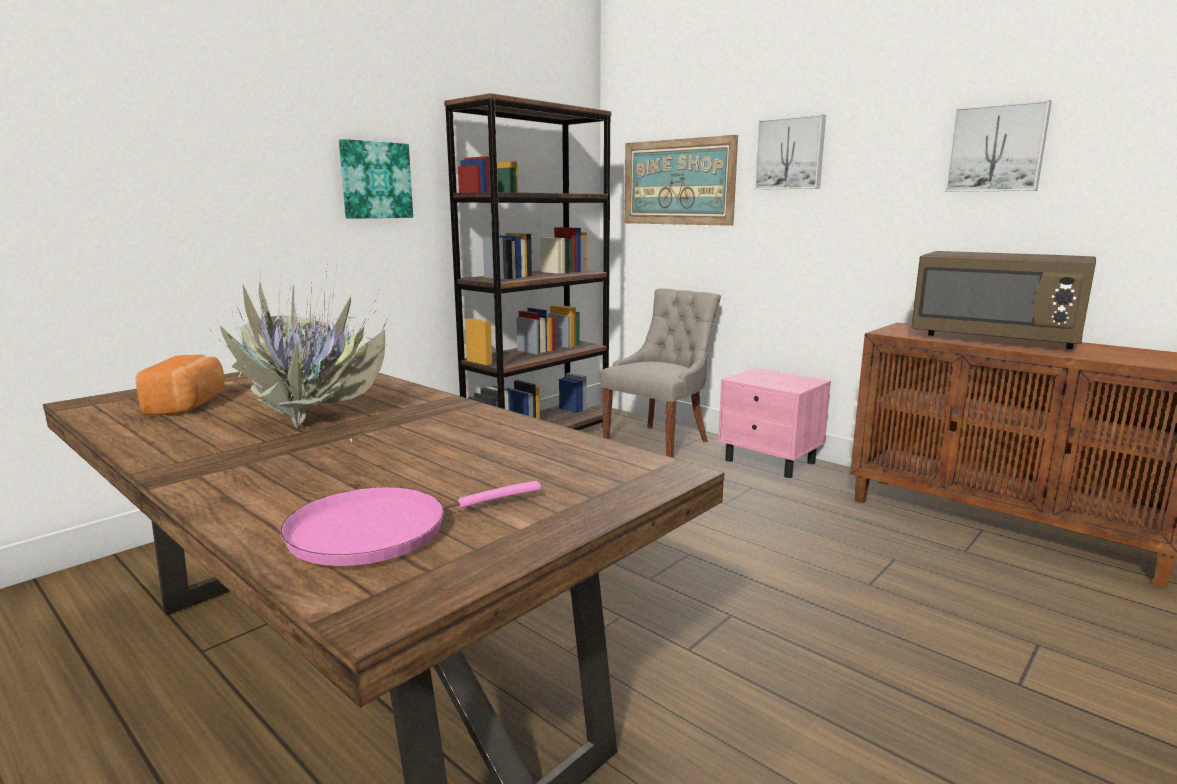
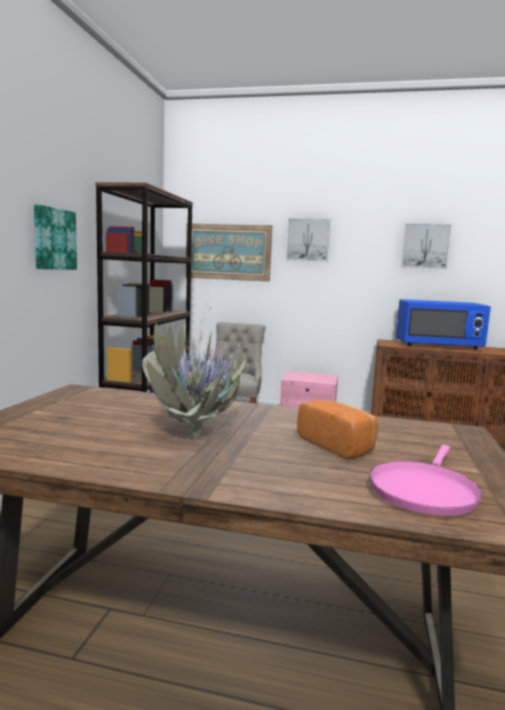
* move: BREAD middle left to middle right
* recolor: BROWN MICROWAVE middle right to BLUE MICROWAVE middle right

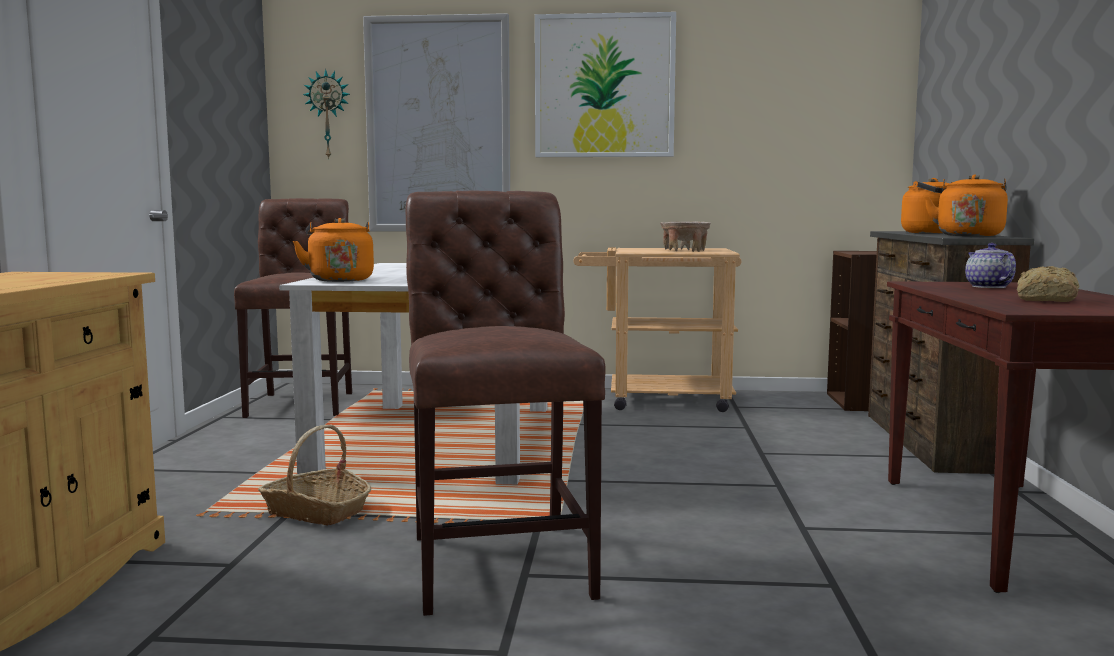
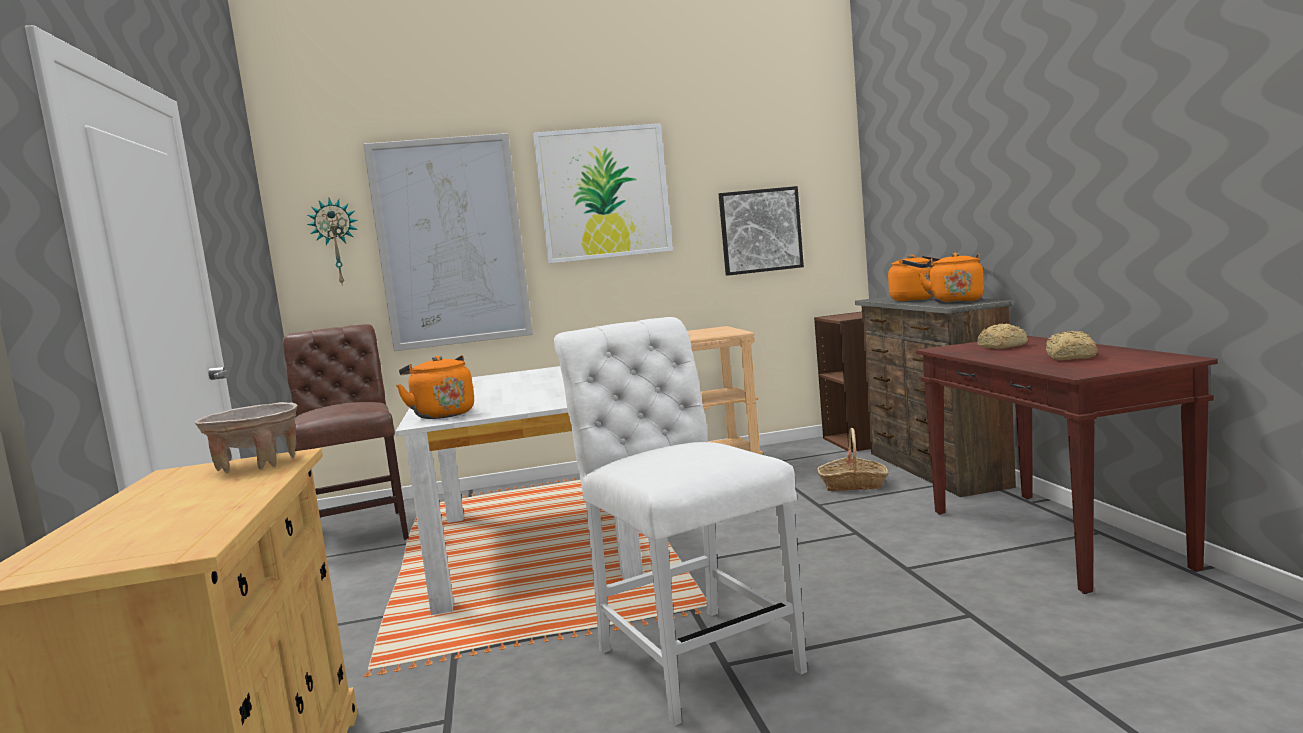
* insert: PICTURE (3rd from left) top centre
* move: BASKET bottom left to centre
* move: BEIGE BOWL centre to middle left
* replace: TEAPOT middle right to BREAD (1st from left) middle right
* recolor: BROWN CHAIR (2nd from left) centre to WHITE CHAIR bottom centre

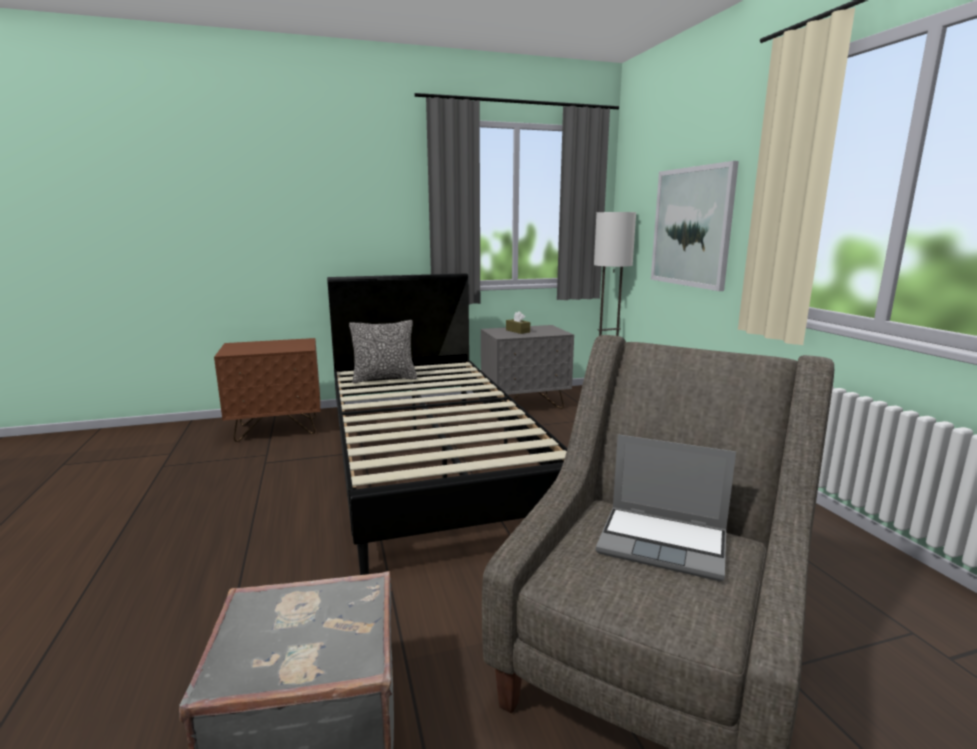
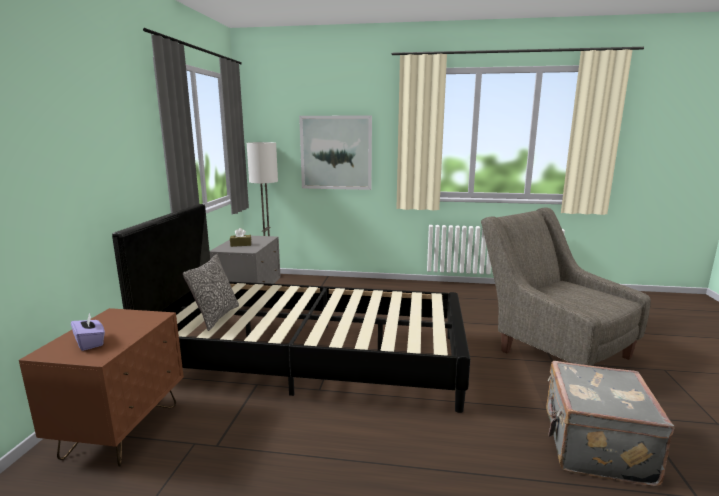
* delete: LAPTOP bottom right
* insert: PURPLE TISSUE BOX bottom left

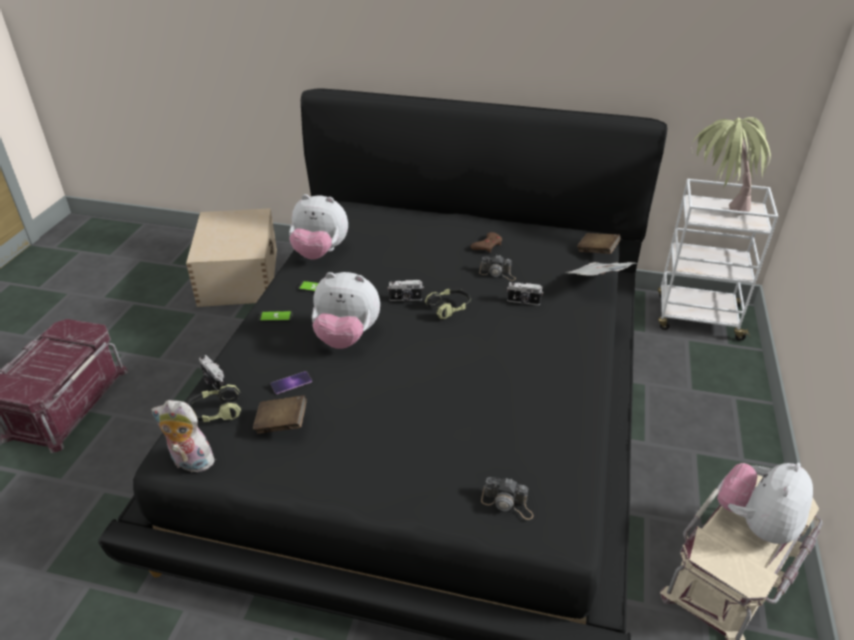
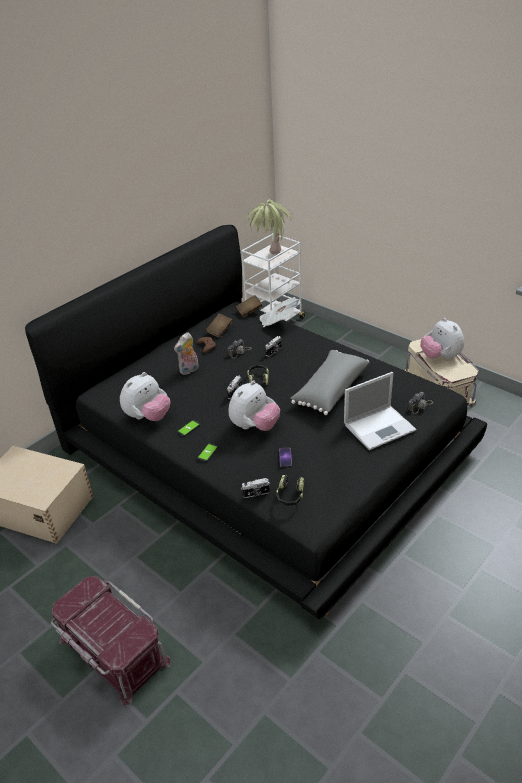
* insert: GREY PILLOW centre
* insert: LAPTOP middle right
* move: PLUSH TOY (1st from left in the first image) bottom left to PLUSH TOY (2nd from left) centre
* move: BROWN BOOK (1st from left) middle left to centre

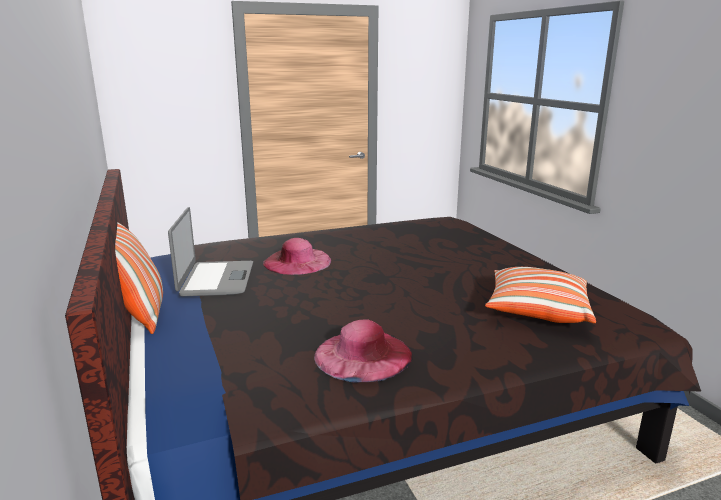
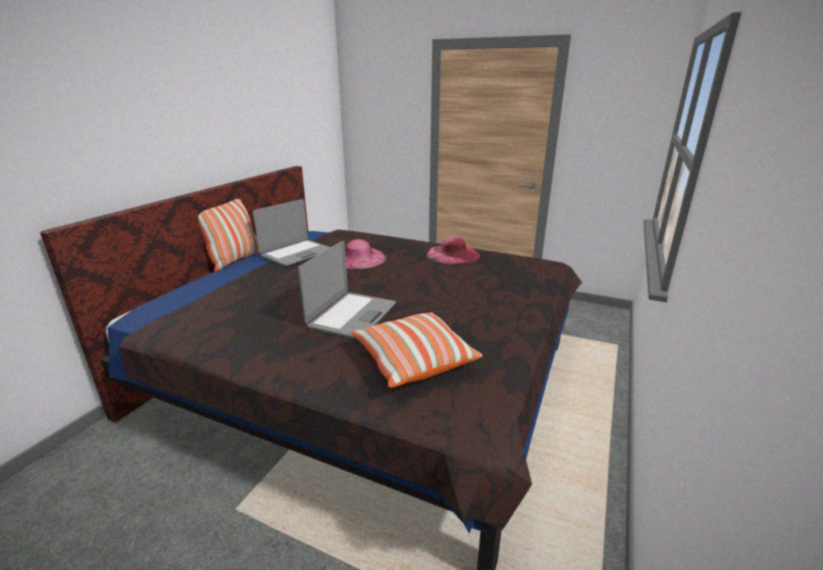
* insert: LAPTOP (2nd from left) centre
* move: PINK HAT (2nd from left) bottom centre to centre

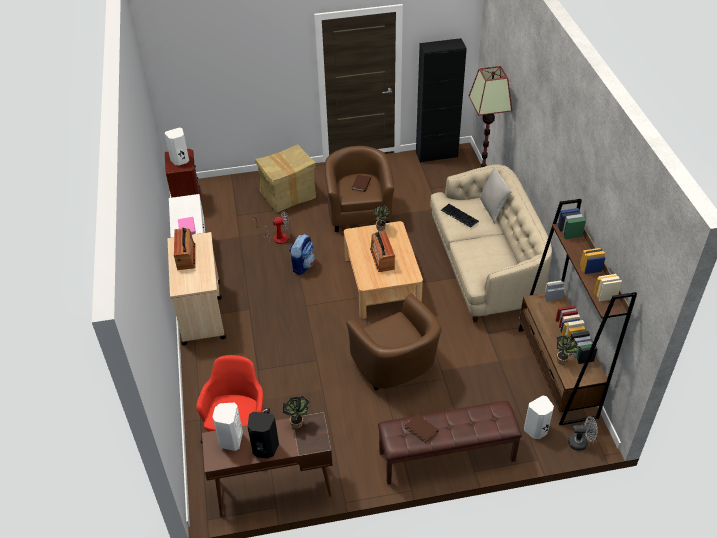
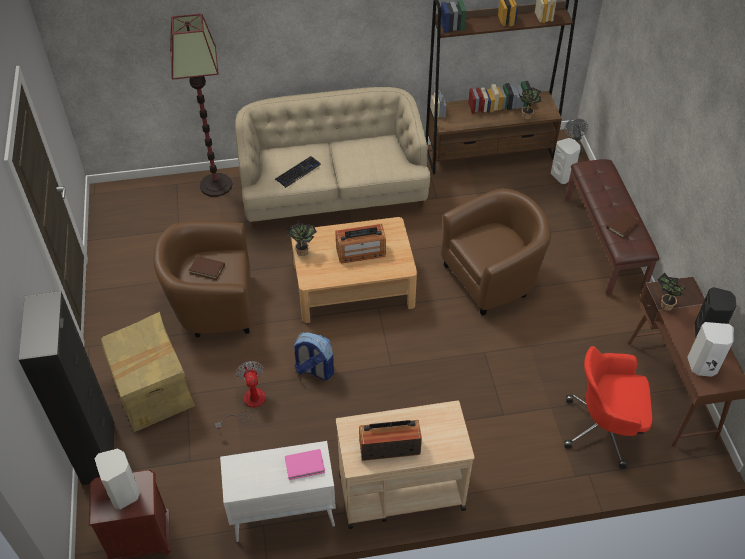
* delete: GREY PILLOW middle right
* move: BLACK CABINET top centre to bottom left

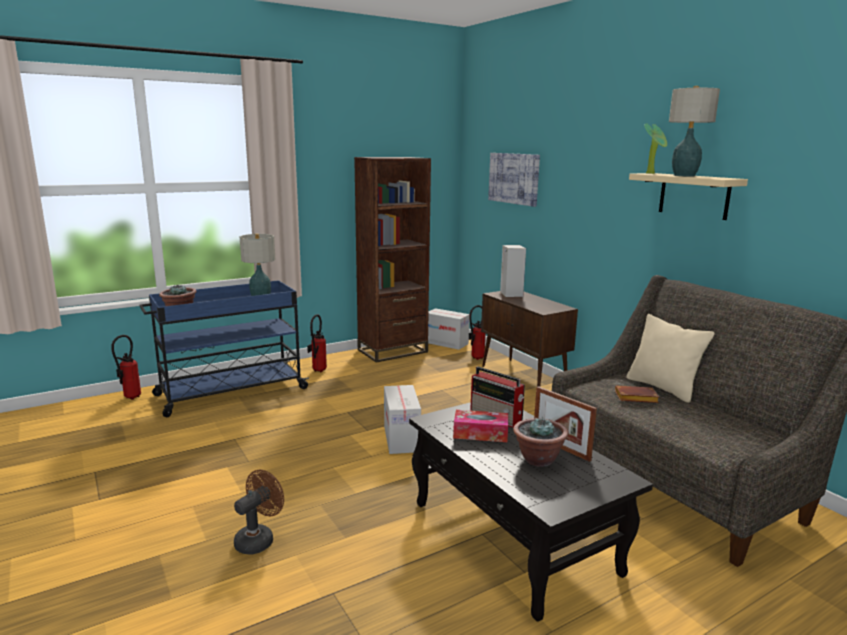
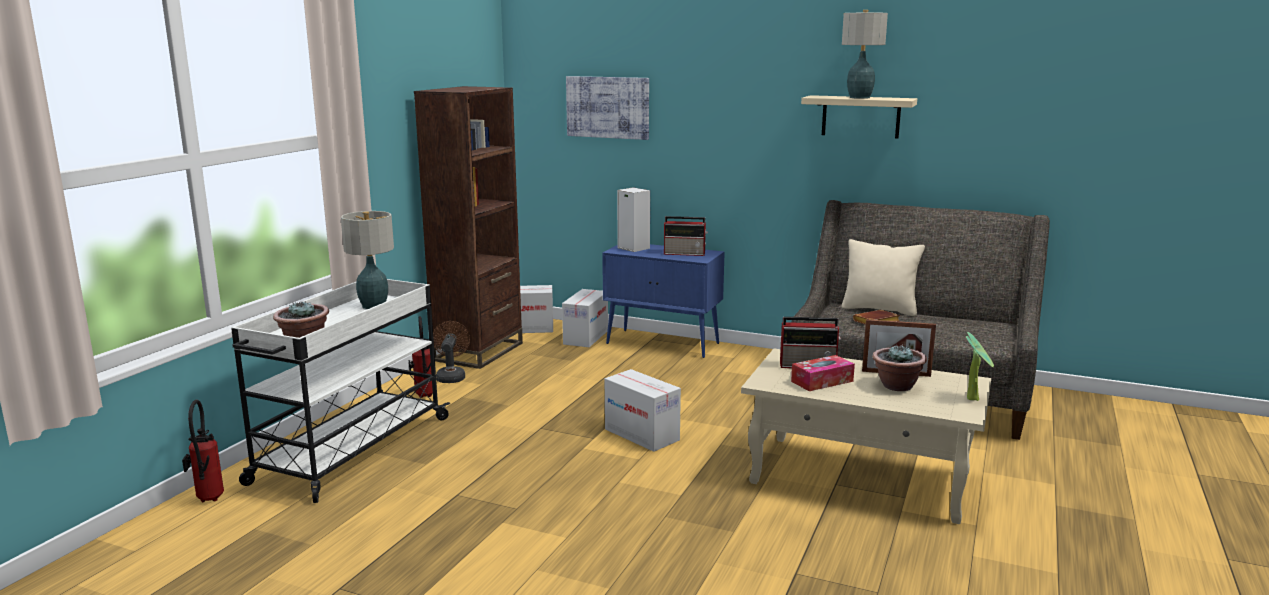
* insert: RADIO (1st from left) centre
* move: BROWN FAN bottom left to centre
* move: POTTED PLANT (3rd from left) top right to middle right
* replace: FIRE EXTINGUISHER (3rd from left) centre to CARDBOARD BOX (2nd from left) centre
* recolor: BLUE CART middle left to WHITE CART middle left
* recolor: BLACK COFFEE TABLE bottom centre to BEIGE COFFEE TABLE bottom right
* recolor: BROWN CABINET centre to BLUE CABINET centre

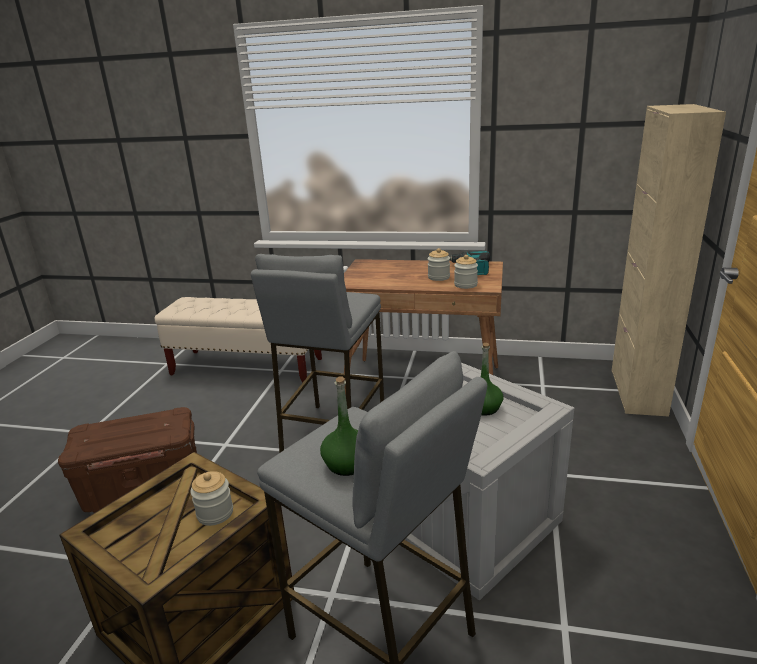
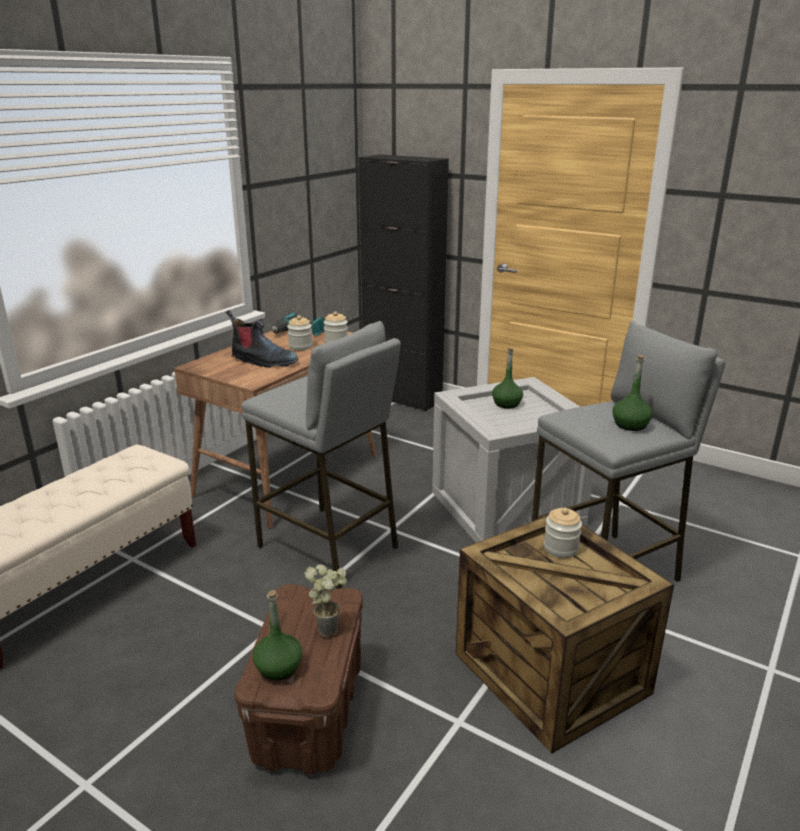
* insert: BOOT middle left
* insert: GREEN BOTTLE (1st from left) bottom centre
* insert: POTTED PLANT bottom centre
* recolor: BEIGE CABINET middle right to BLACK CABINET centre

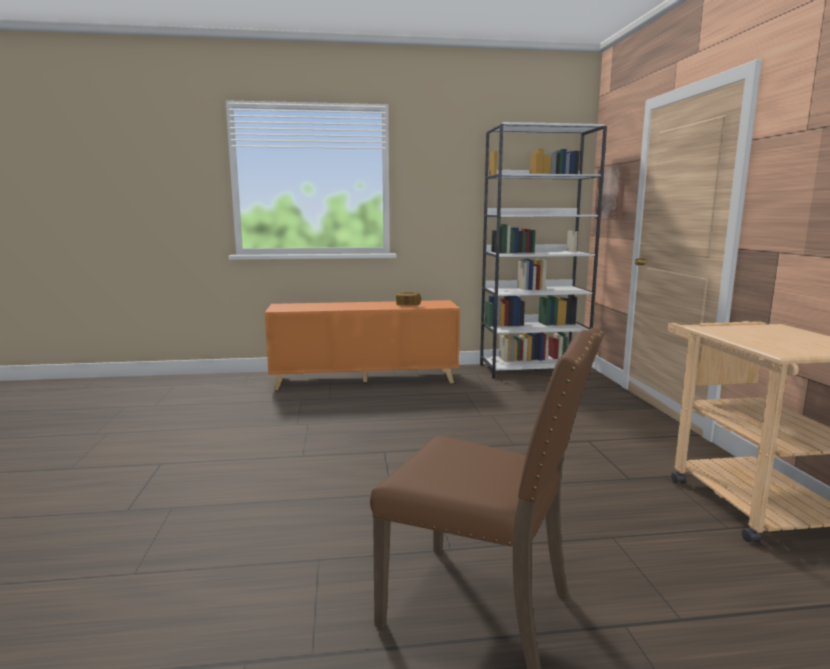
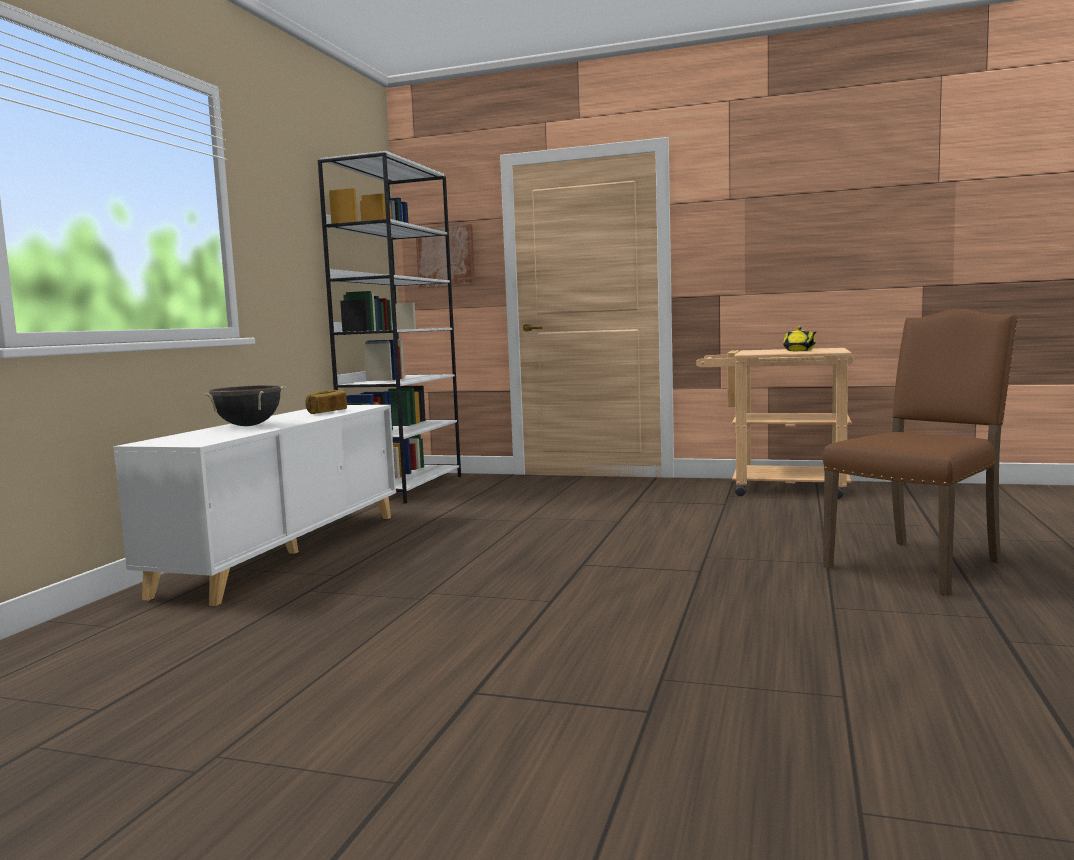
* insert: BLACK COOKING POT middle left
* insert: YELLOW TEAPOT middle right
* recolor: ORANGE CABINET centre to WHITE CABINET middle left

